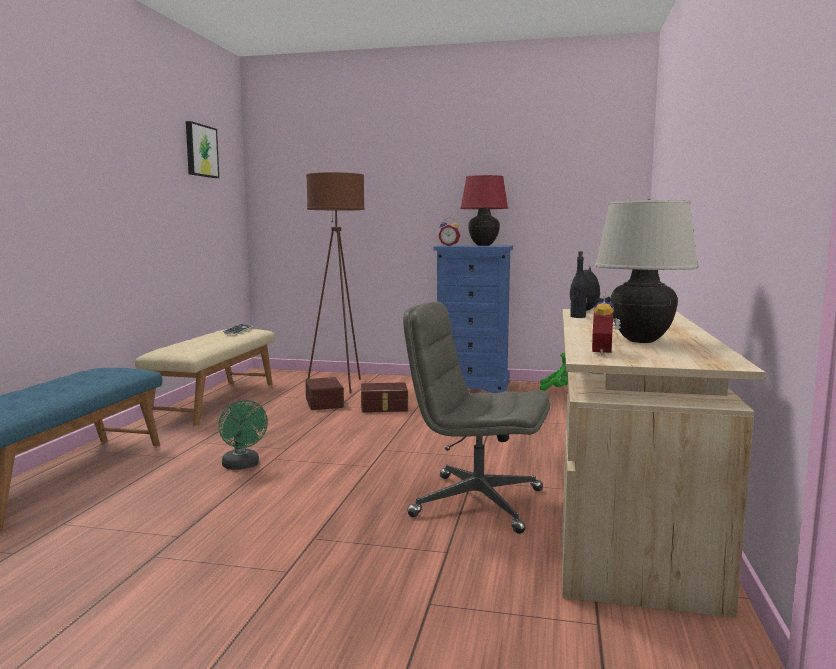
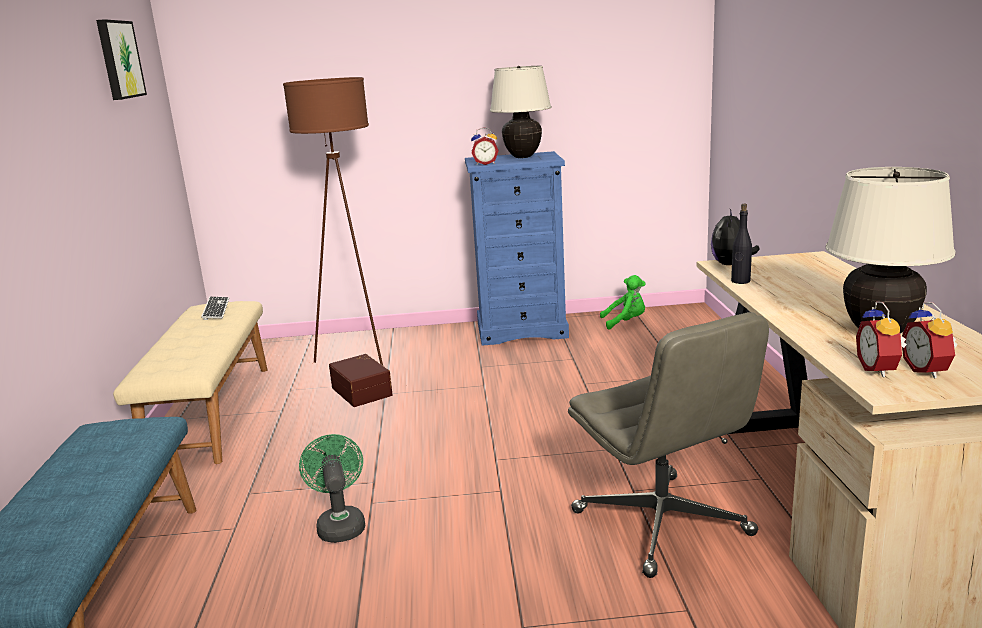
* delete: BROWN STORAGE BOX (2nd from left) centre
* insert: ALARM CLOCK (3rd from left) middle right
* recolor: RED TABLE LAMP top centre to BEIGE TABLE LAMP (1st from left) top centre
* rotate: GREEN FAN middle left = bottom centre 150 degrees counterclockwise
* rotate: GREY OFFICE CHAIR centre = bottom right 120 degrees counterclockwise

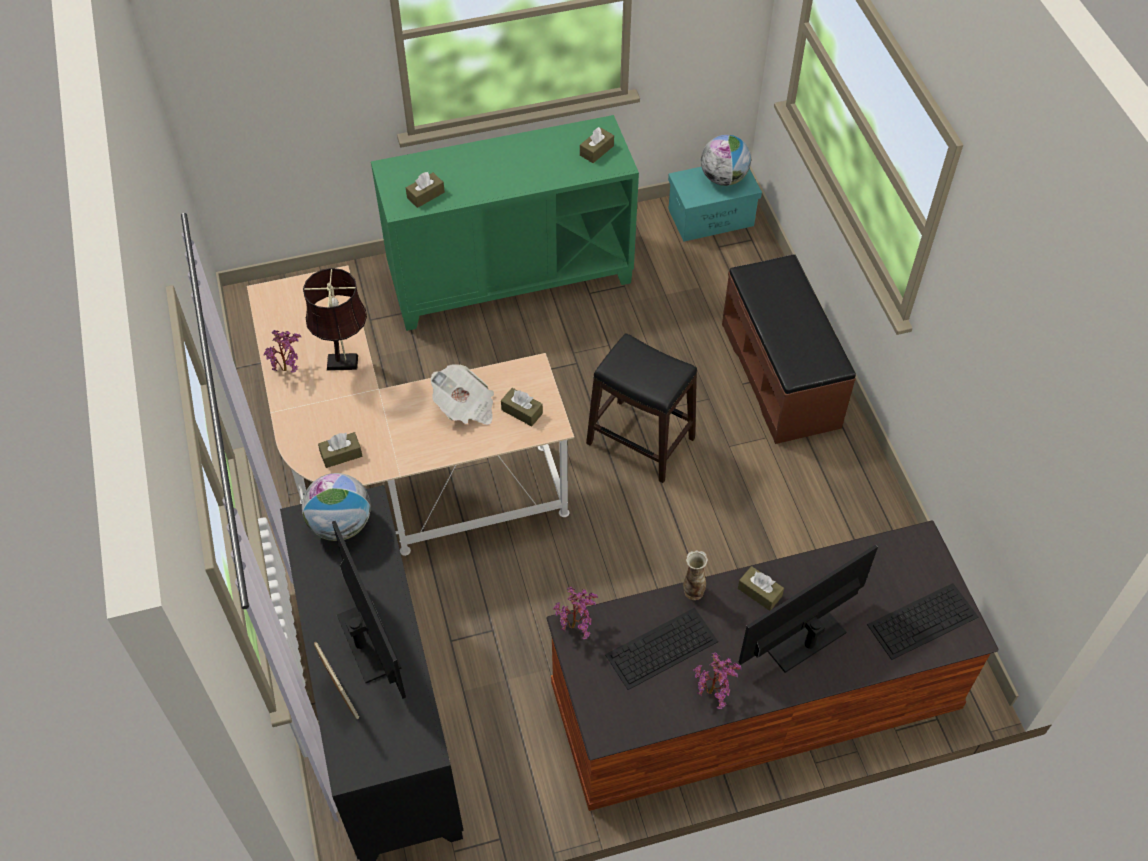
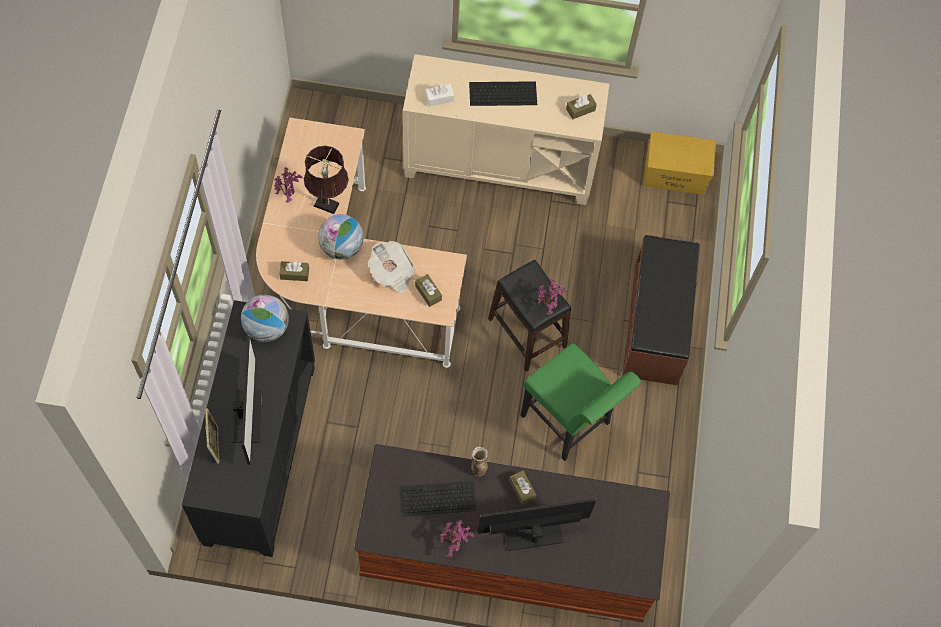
* insert: GREEN CHAIR centre
* move: POTTED PLANT (2nd from left in the first image) bottom centre to POTTED PLANT (3rd from left) centre
* move: GLOBE (2nd from left) top centre to centre
* move: KEYBOARD (2nd from left) bottom right to top centre
* recolor: GREEN CABINET top centre to BEIGE CABINET top centre
* recolor: BROWN TISSUE BOX (2nd from left) top centre to WHITE TISSUE BOX top centre
* recolor: TURQUOISE STORAGE BOX top centre to YELLOW STORAGE BOX top right

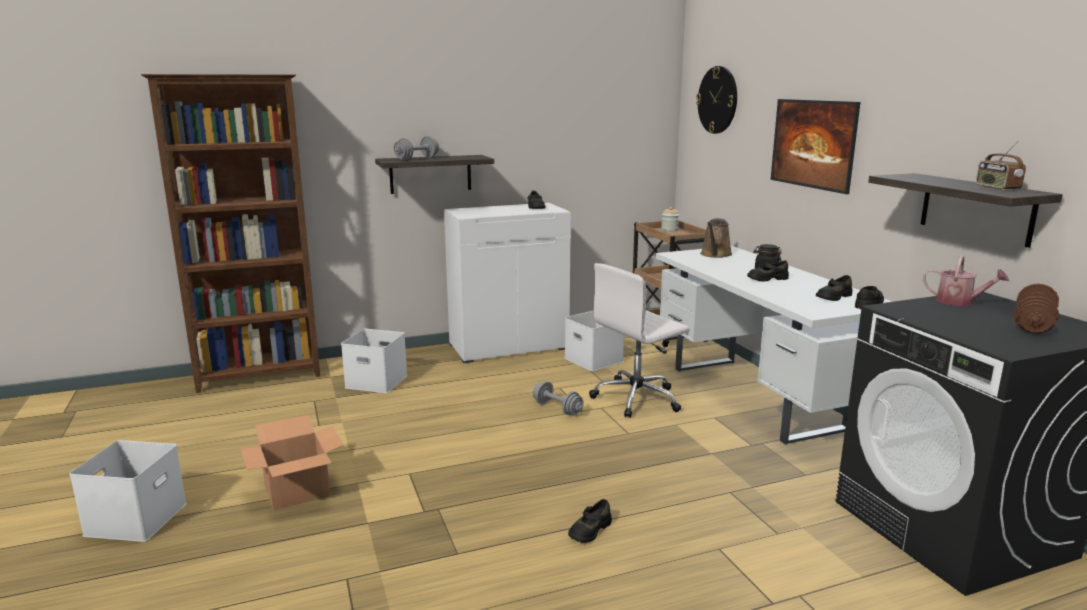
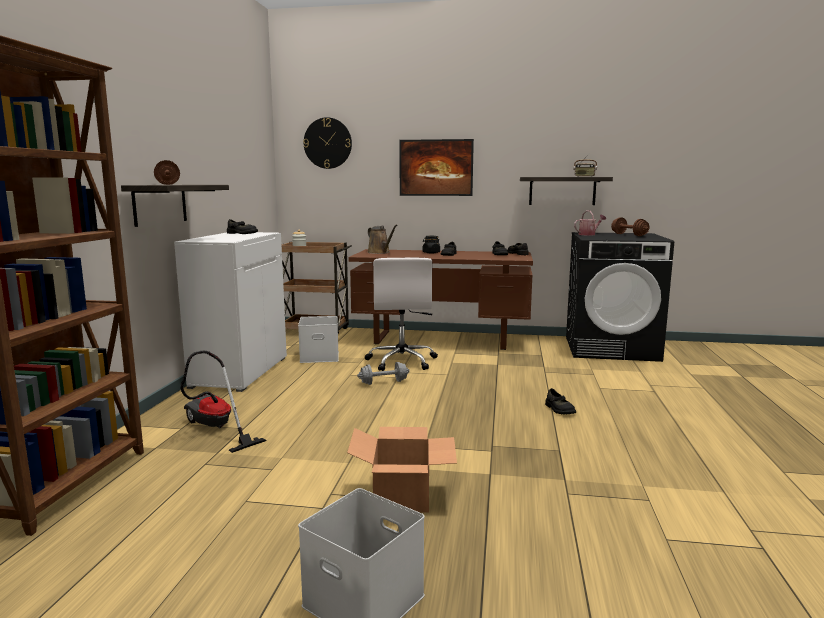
* replace: WHITE STORAGE BOX (2nd from left) centre to VACUUM CLEANER middle left
* recolor: GREY DUMBBELL (1st from left) top centre to BROWN DUMBBELL (1st from left) top left
* recolor: WHITE DESK middle right to BROWN DESK centre

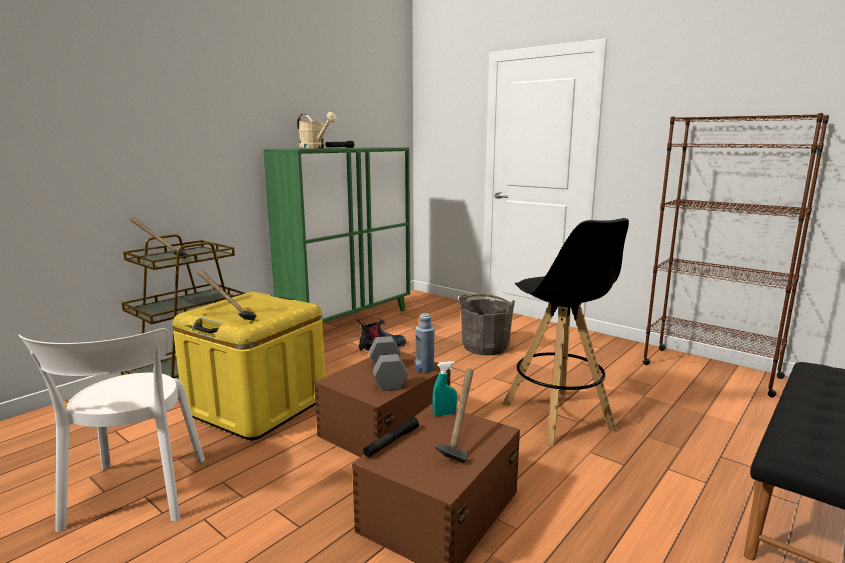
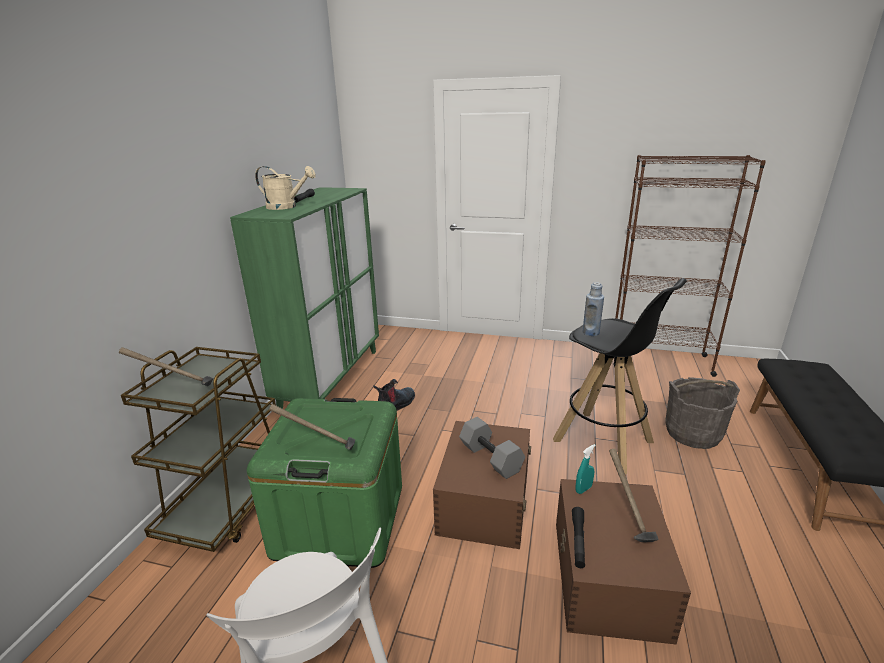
* move: BLUE BOTTLE centre to middle right
* move: GREY BUCKET centre to middle right
* recolor: YELLOW STORAGE BOX middle left to GREEN STORAGE BOX bottom centre

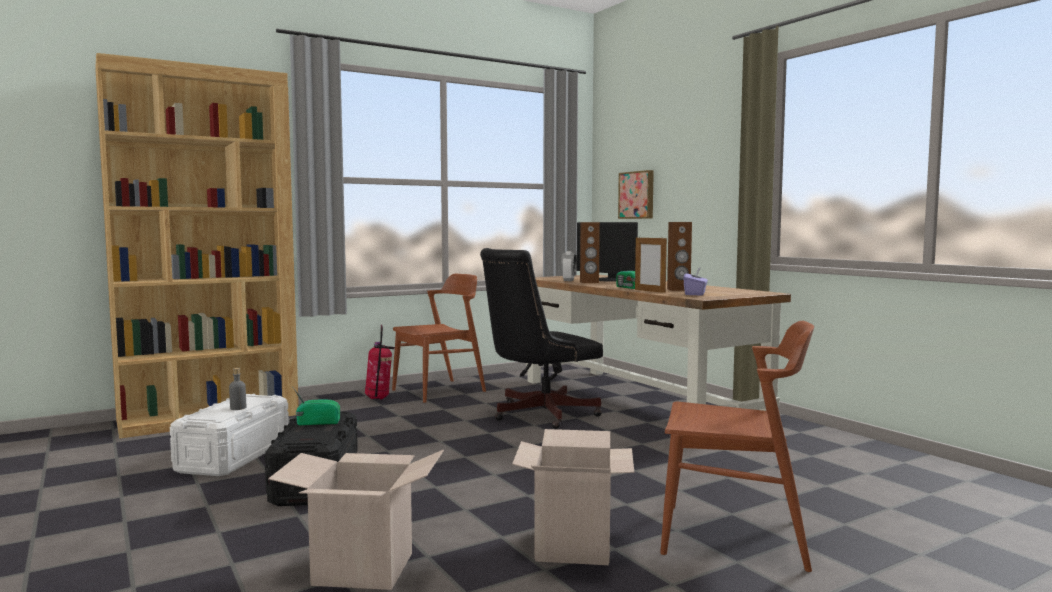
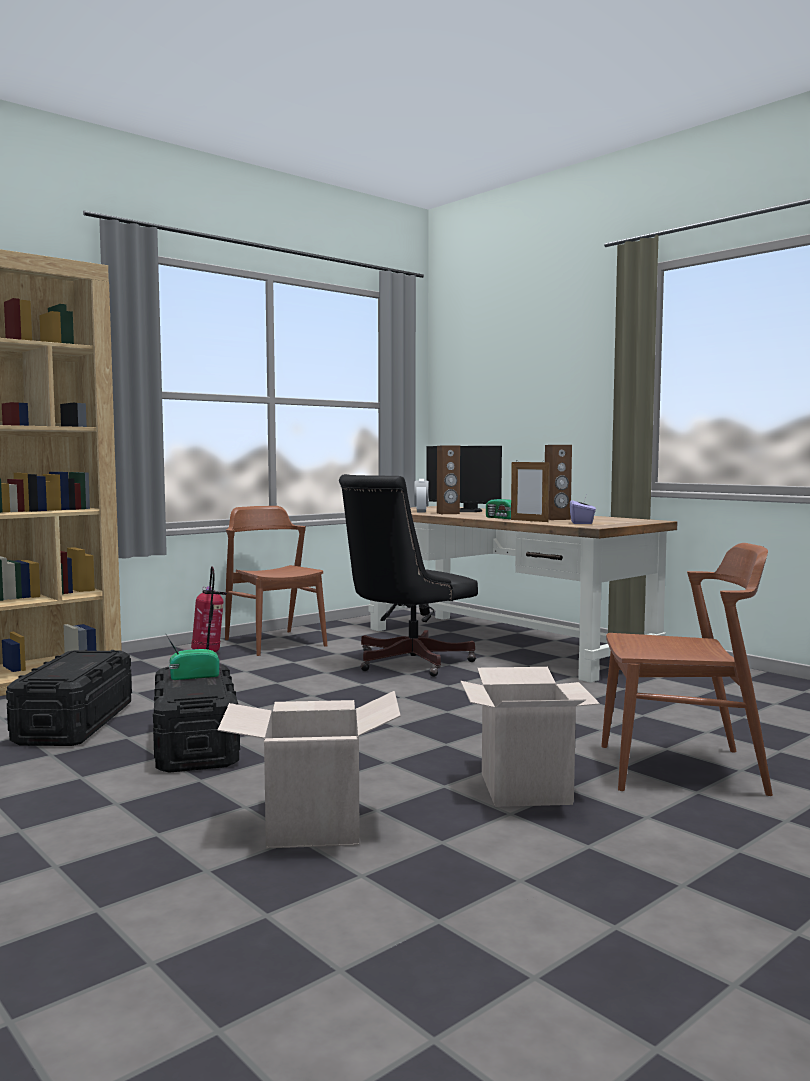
* delete: GREY BOTTLE middle left
* delete: PICTURE top centre
* recolor: WHITE STORAGE BOX bottom left to BLACK STORAGE BOX (1st from left) middle left
* rotate: BROWN CHAIR (1st from left) centre = centre 75 degrees counterclockwise

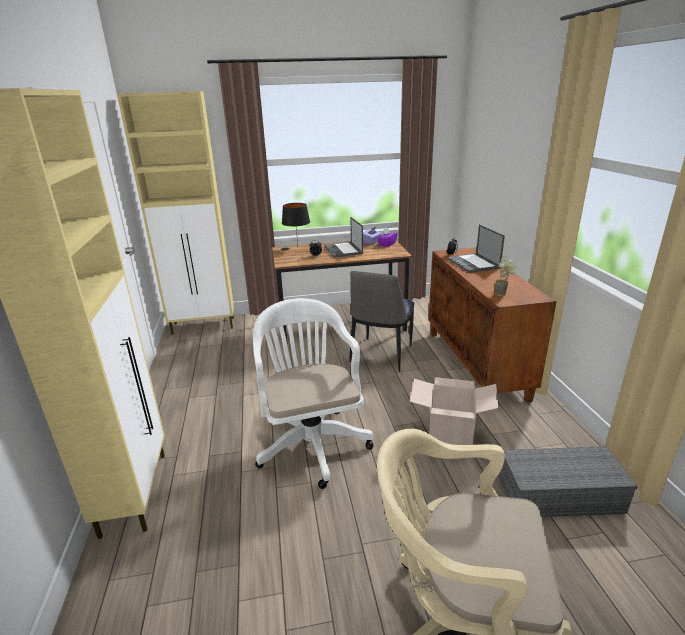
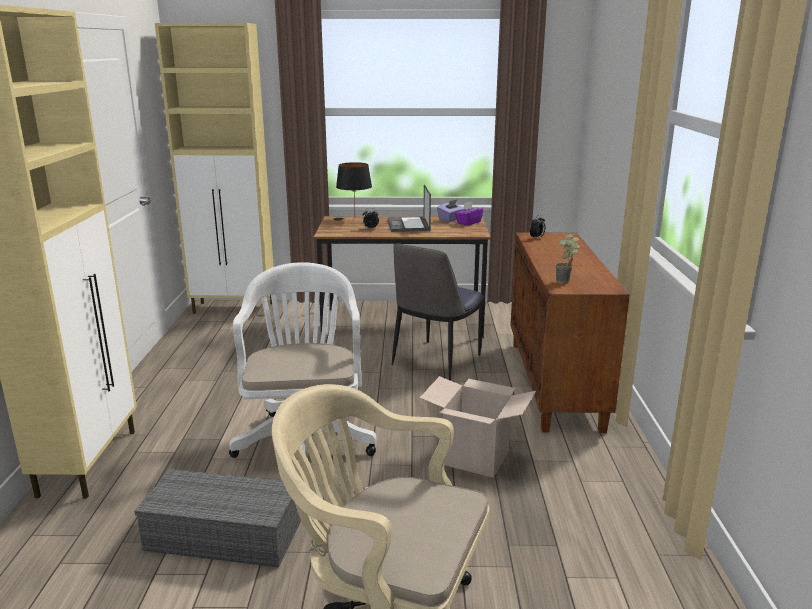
* delete: LAPTOP (2nd from left) middle right
* move: GREY STORAGE BOX bottom right to bottom left

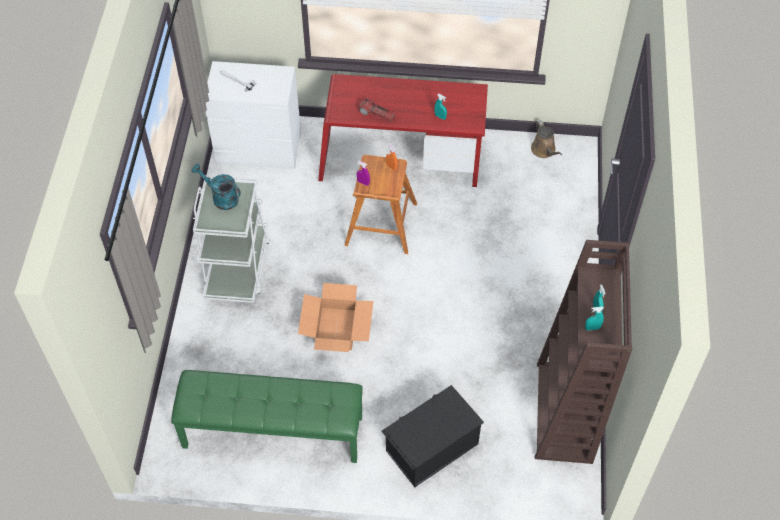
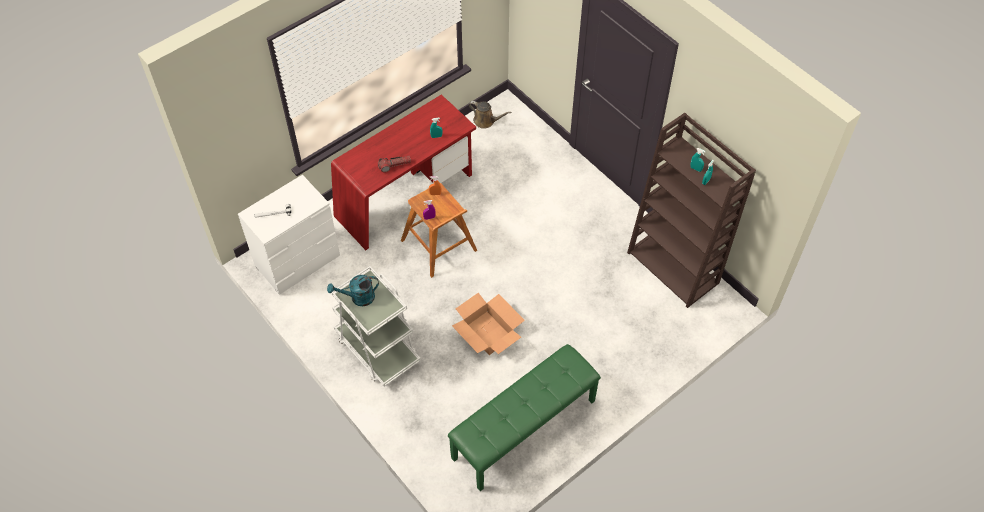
* delete: BLACK STORAGE BOX bottom centre

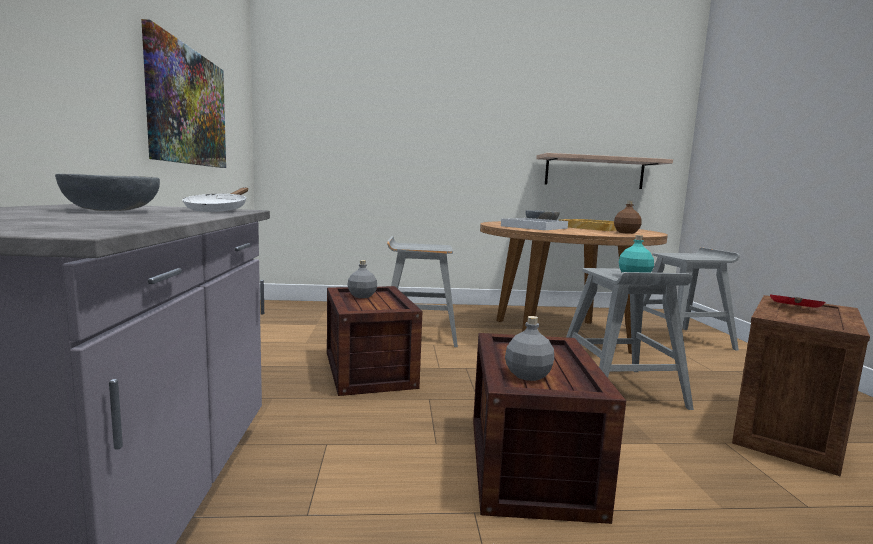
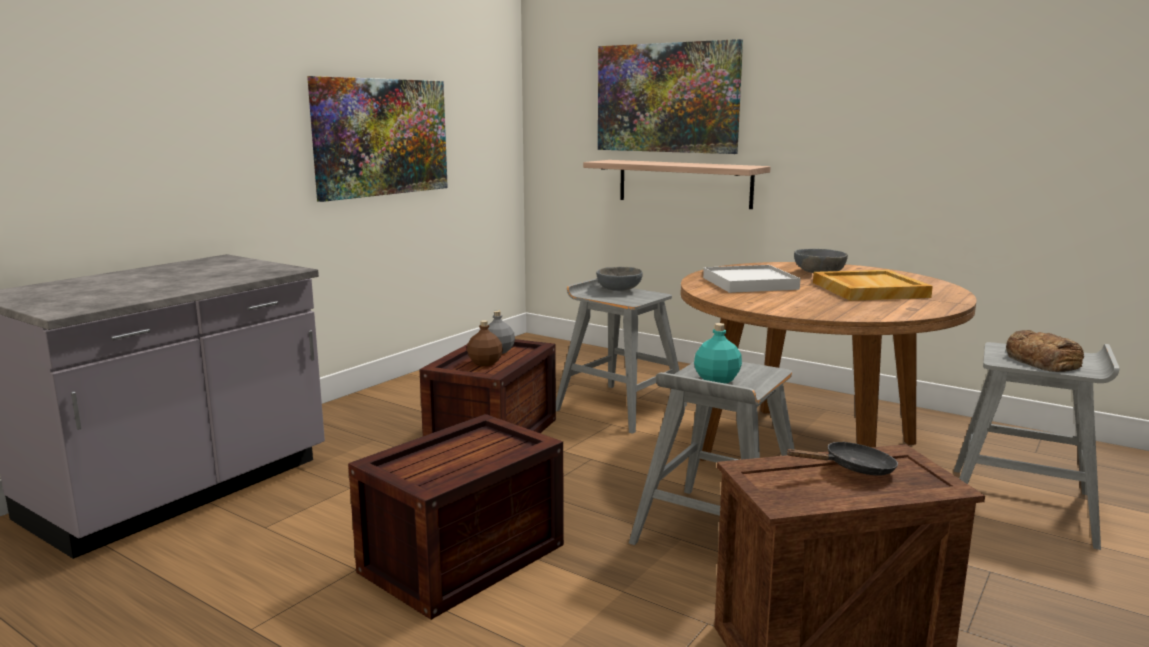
* delete: WHITE FRYING PAN middle left
* delete: GREY BOTTLE (2nd from left) centre
* insert: PICTURE (2nd from left) top centre
* insert: BREAD middle right
* move: GREY BOWL (1st from left) middle left to centre
* move: SHELF top right to top centre
* move: BROWN BOTTLE middle right to centre
* recolor: RED FRYING PAN middle right to BLACK FRYING PAN bottom right

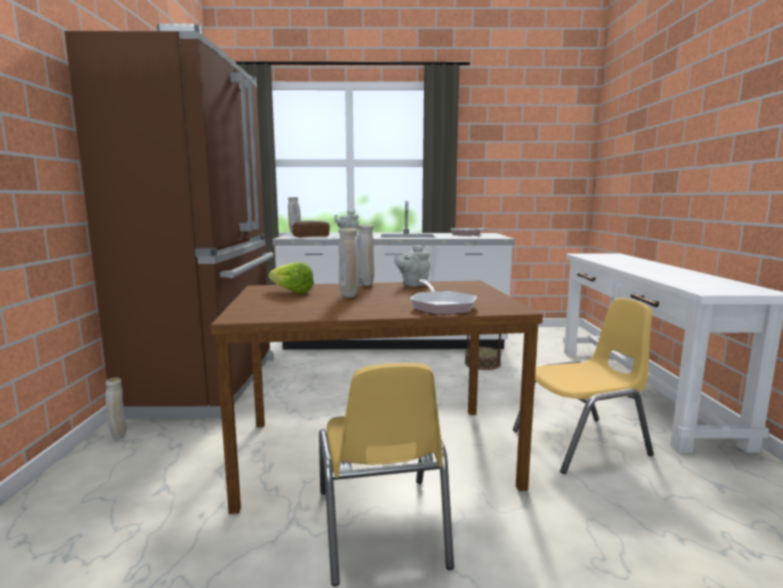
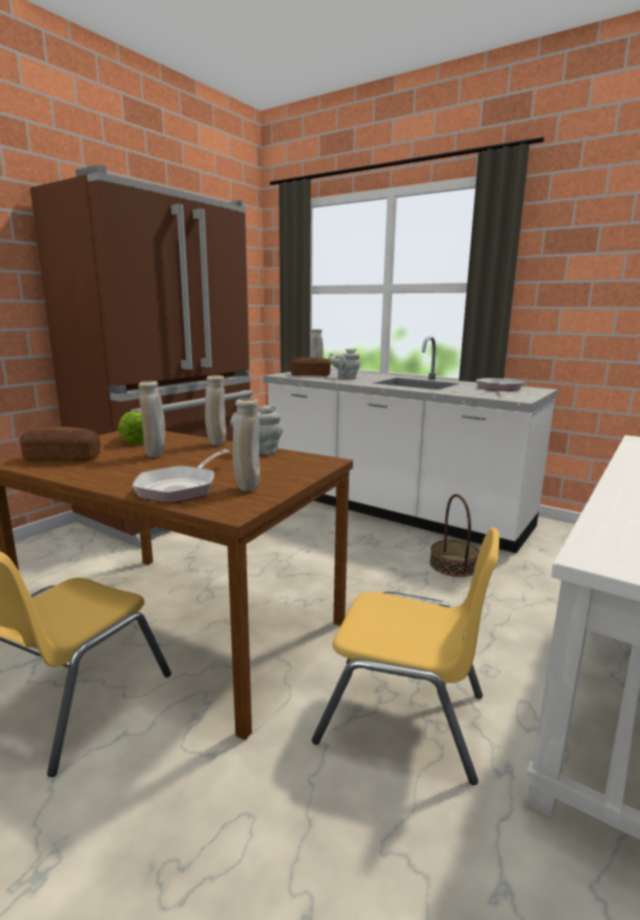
* insert: BREAD (1st from left) middle left
* move: BEIGE VASE (1st from left in the first image) bottom left to BEIGE VASE (3rd from left) centre

